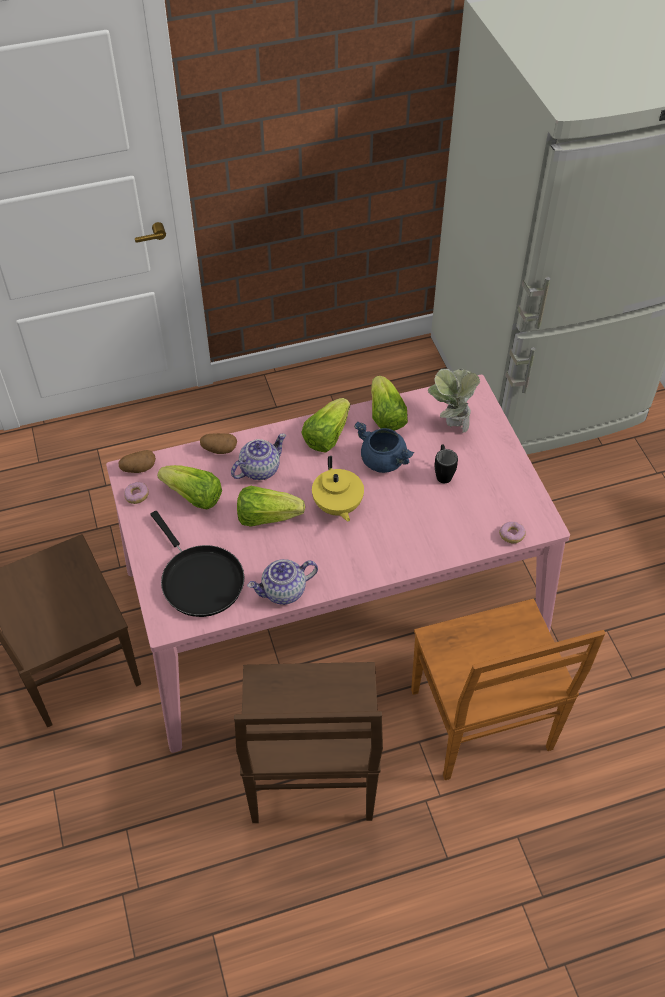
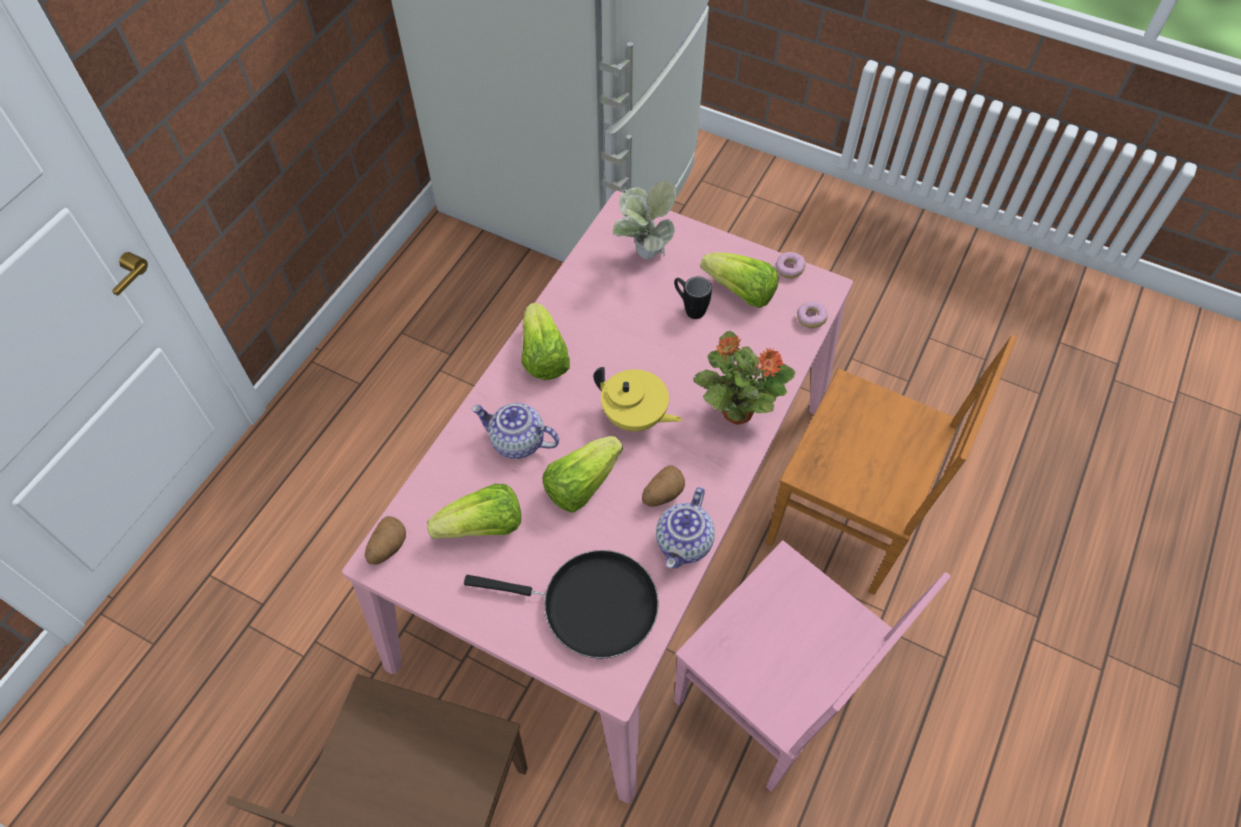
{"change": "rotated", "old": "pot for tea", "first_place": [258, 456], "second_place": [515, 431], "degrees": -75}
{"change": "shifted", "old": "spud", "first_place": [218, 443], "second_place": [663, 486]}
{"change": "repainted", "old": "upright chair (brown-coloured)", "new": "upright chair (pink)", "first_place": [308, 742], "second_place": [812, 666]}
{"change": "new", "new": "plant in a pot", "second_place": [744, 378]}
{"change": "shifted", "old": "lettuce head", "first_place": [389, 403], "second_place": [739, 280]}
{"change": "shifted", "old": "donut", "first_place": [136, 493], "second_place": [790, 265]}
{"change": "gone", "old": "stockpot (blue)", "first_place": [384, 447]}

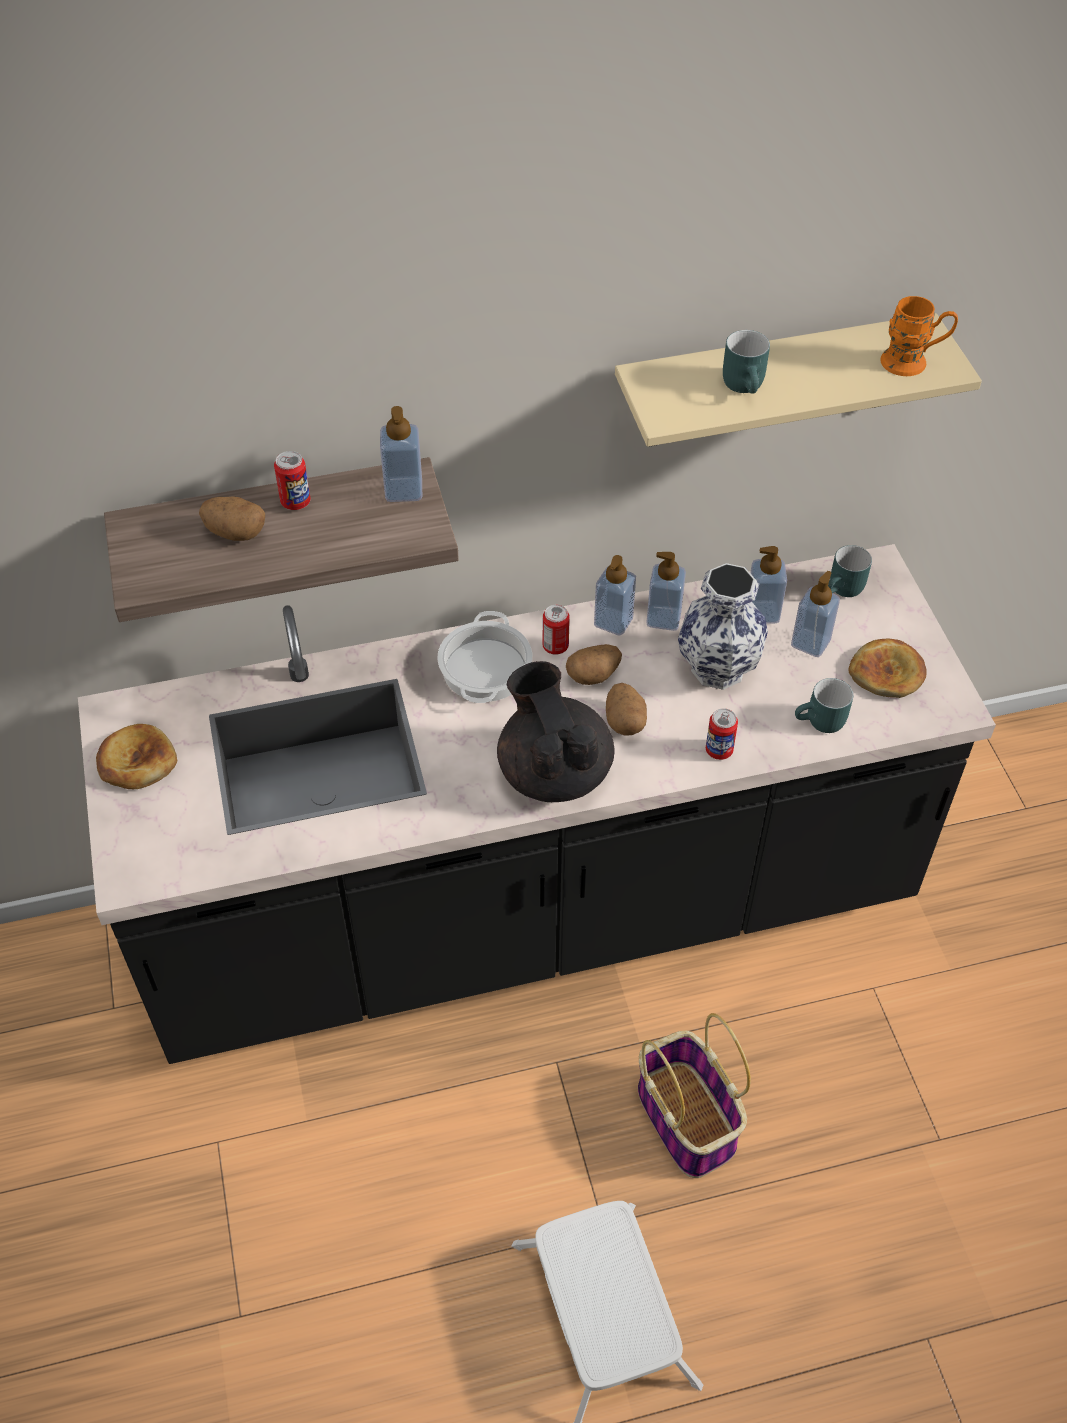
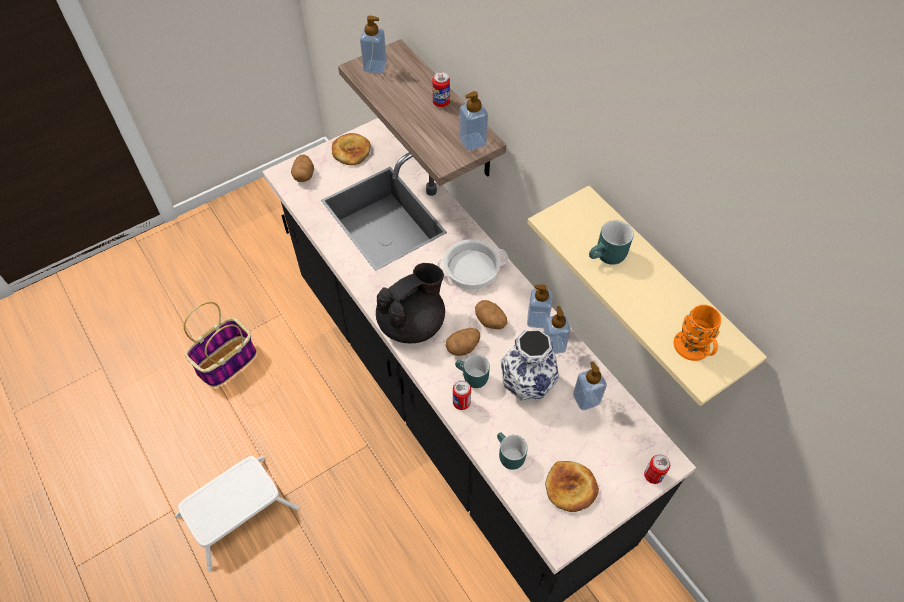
{"change": "shifted", "old": "storage basket", "first_place": [694, 1095], "second_place": [220, 344]}
{"change": "shifted", "old": "spud", "first_place": [232, 519], "second_place": [302, 168]}
{"change": "shifted", "old": "soap bottle", "first_place": [815, 614], "second_place": [373, 45]}
{"change": "shifted", "old": "coffee mug (blue-green)", "first_place": [850, 571], "second_place": [472, 371]}
{"change": "shifted", "old": "can", "first_place": [556, 630], "second_place": [657, 469]}

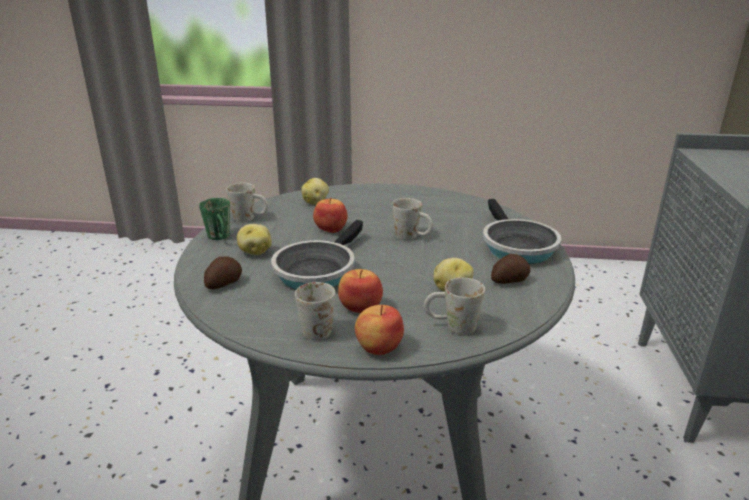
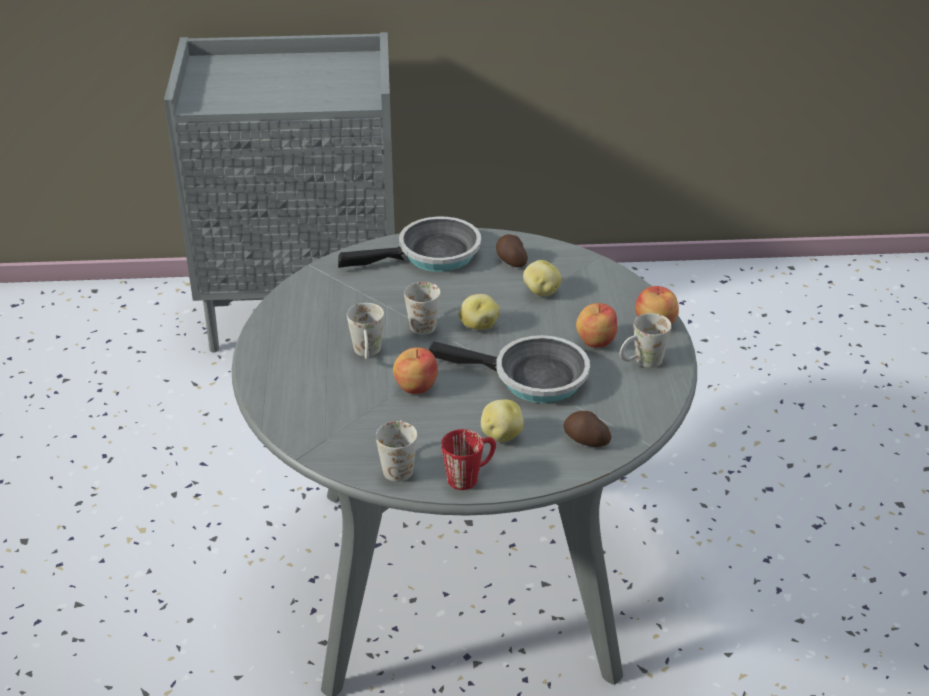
{"change": "shifted", "old": "coffee mug (whitish)", "first_place": [454, 306], "second_place": [365, 331]}
{"change": "repainted", "old": "coffee mug (greenish)", "new": "coffee mug (red)", "first_place": [214, 219], "second_place": [468, 459]}
{"change": "shifted", "old": "spud", "first_place": [315, 191], "second_place": [479, 312]}

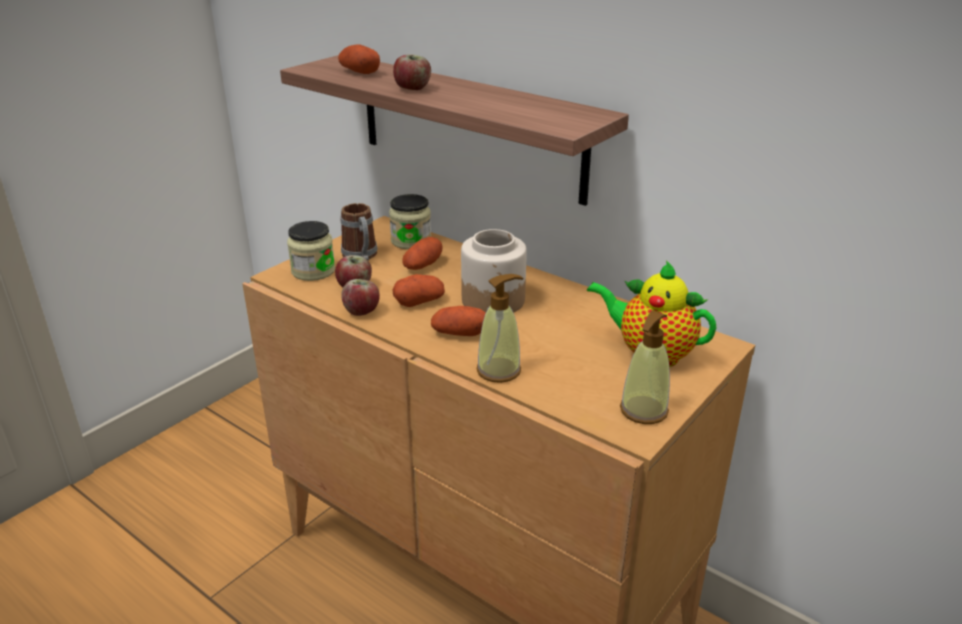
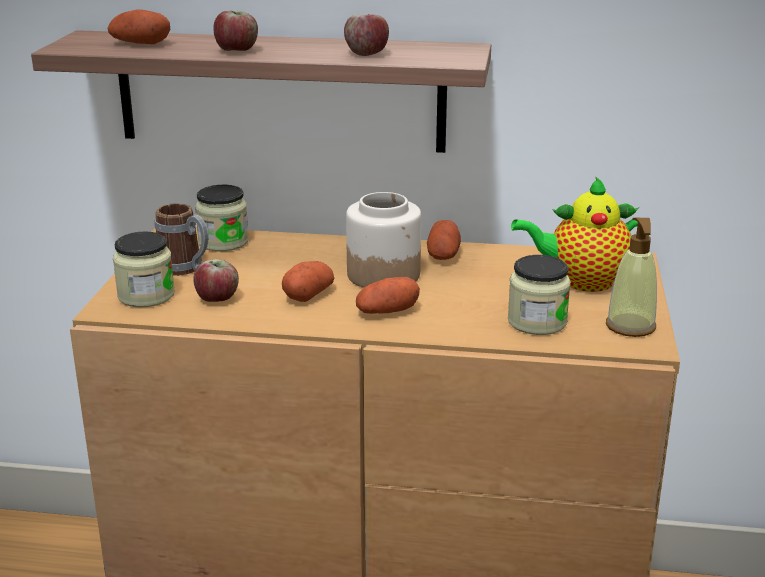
{"change": "shifted", "old": "whole apple", "first_place": [360, 297], "second_place": [366, 35]}
{"change": "shifted", "old": "spud", "first_place": [422, 253], "second_place": [444, 240]}
{"change": "new", "new": "preserve jar", "second_place": [539, 295]}
{"change": "gone", "old": "soap bottle", "first_place": [500, 328]}

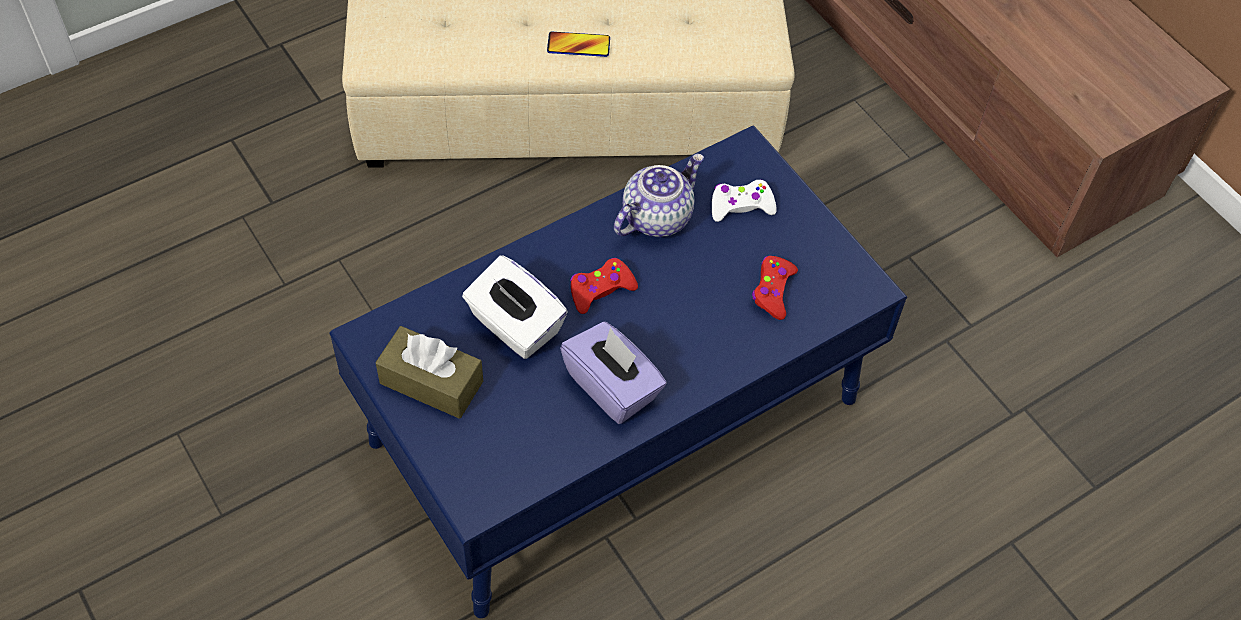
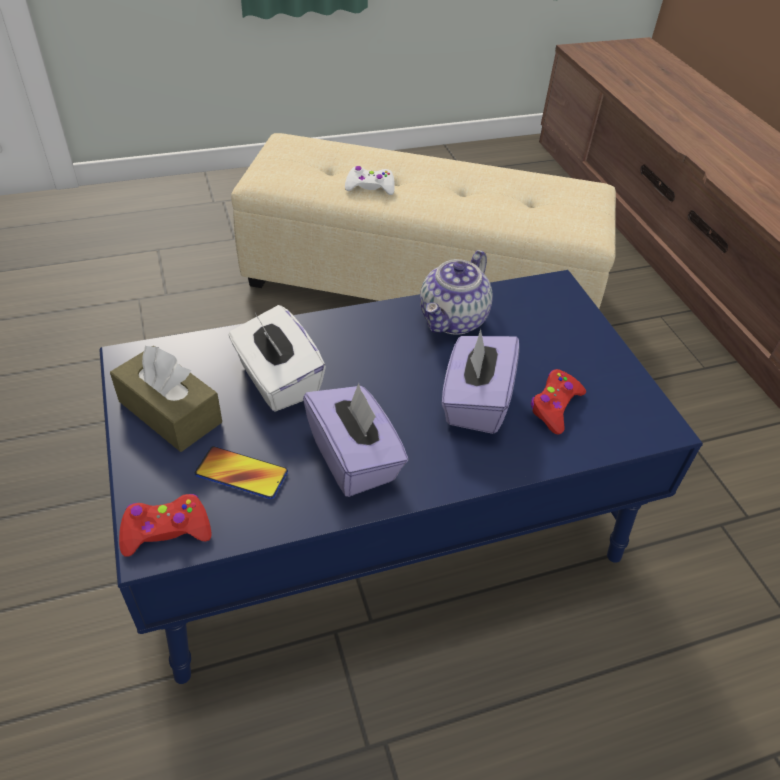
{"change": "shifted", "old": "game controller (red)", "first_place": [604, 286], "second_place": [165, 525]}
{"change": "shifted", "old": "telephone", "first_place": [578, 44], "second_place": [241, 472]}
{"change": "shifted", "old": "game controller (whitish)", "first_place": [744, 201], "second_place": [370, 180]}
{"change": "rotated", "old": "pot for tea", "first_place": [659, 195], "second_place": [456, 292], "degrees": 150}
{"change": "new", "new": "box of tissues (purple-coloured)", "second_place": [480, 381]}

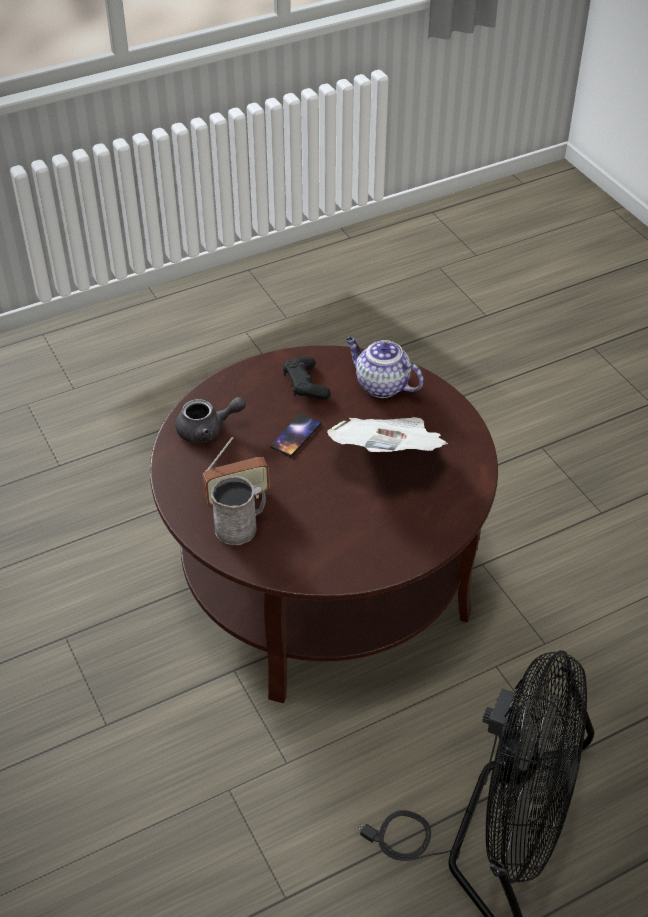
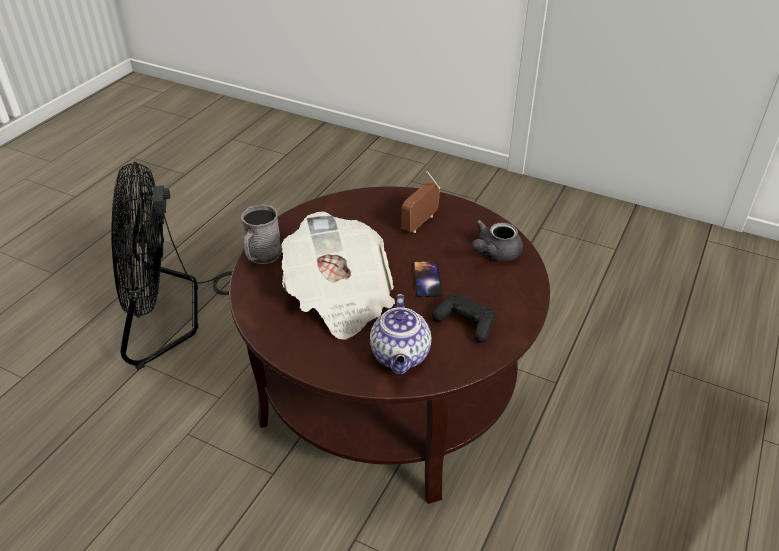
{"change": "shifted", "old": "coffee mug (gray)", "first_place": [238, 510], "second_place": [261, 234]}
{"change": "rotated", "old": "pot for tea", "first_place": [384, 367], "second_place": [401, 334], "degrees": 90}

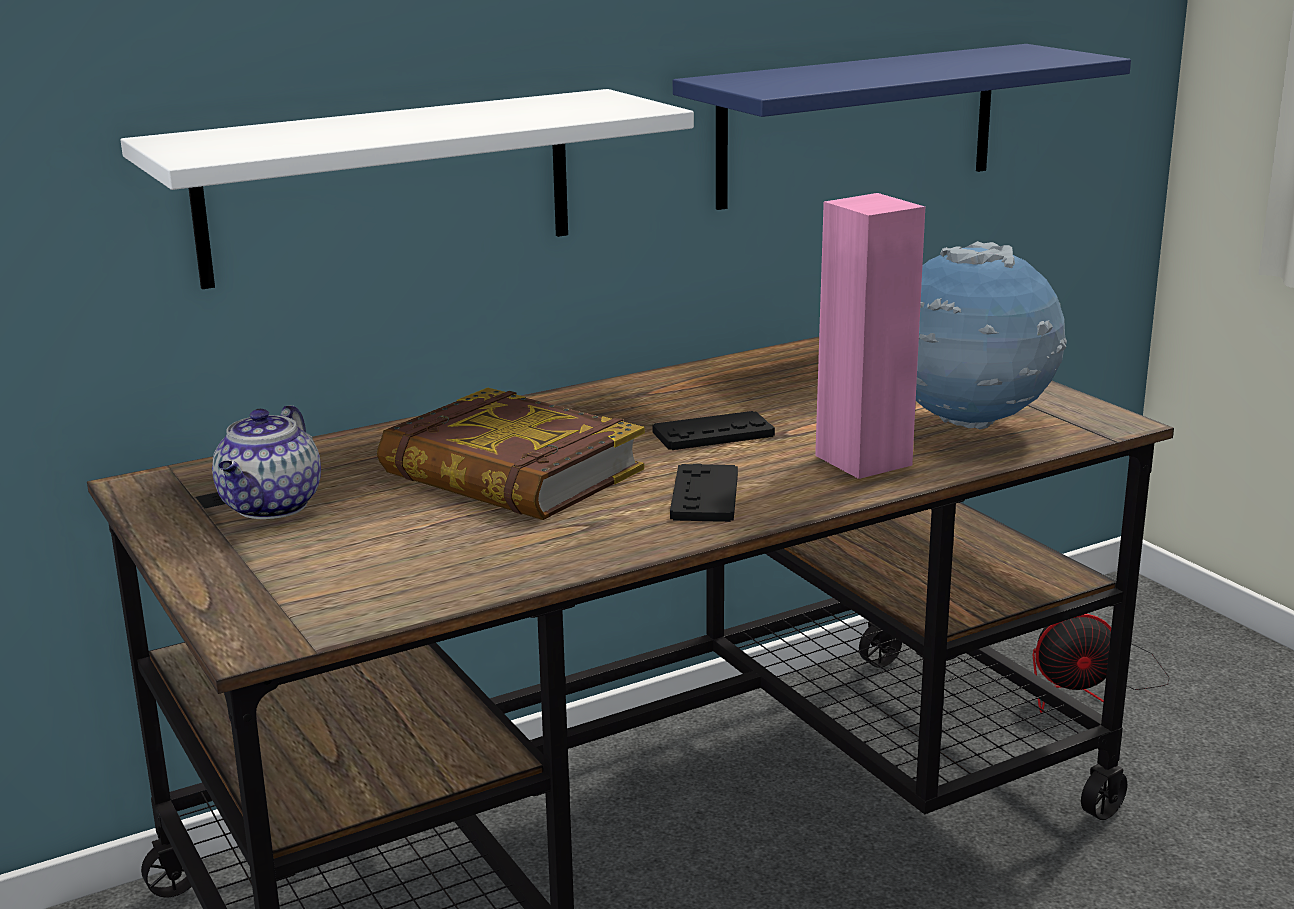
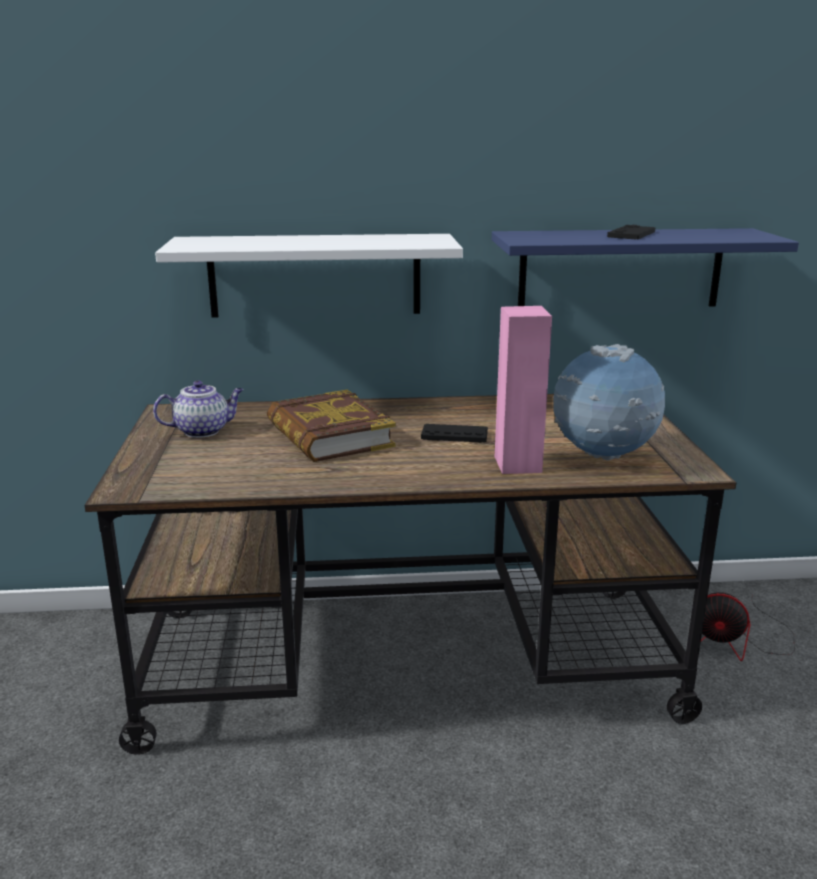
{"change": "rotated", "old": "pot for tea", "first_place": [266, 462], "second_place": [198, 409], "degrees": -150}
{"change": "shifted", "old": "game controller (blackish)", "first_place": [704, 493], "second_place": [631, 232]}

